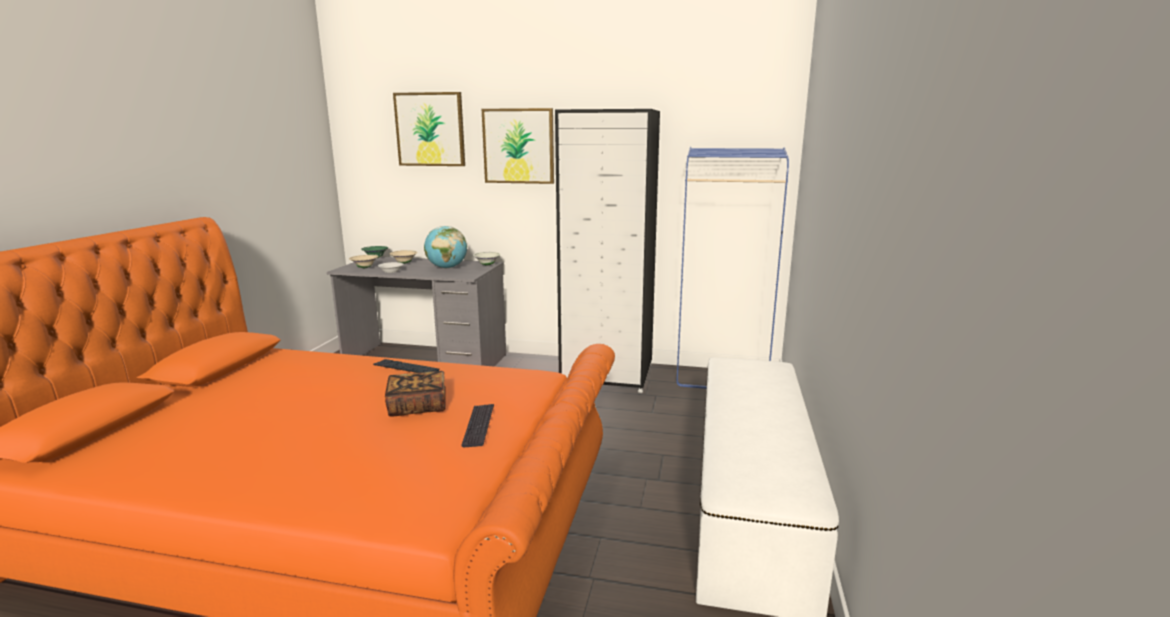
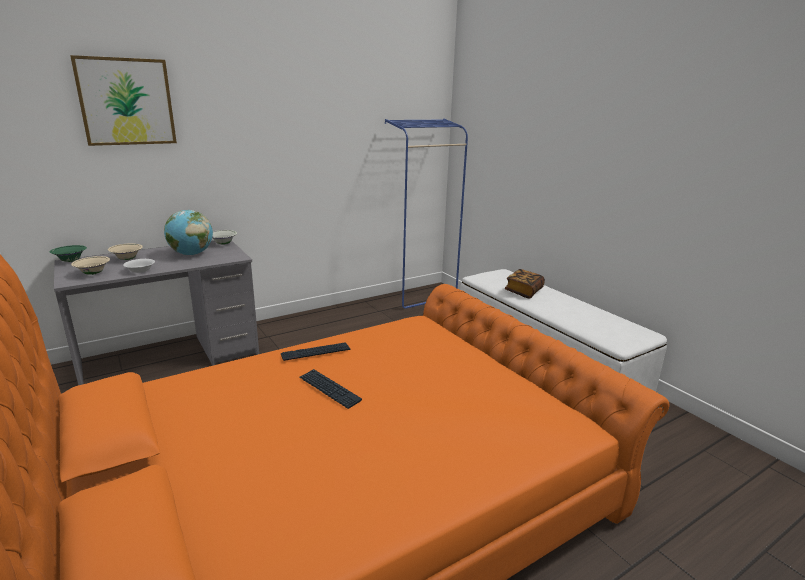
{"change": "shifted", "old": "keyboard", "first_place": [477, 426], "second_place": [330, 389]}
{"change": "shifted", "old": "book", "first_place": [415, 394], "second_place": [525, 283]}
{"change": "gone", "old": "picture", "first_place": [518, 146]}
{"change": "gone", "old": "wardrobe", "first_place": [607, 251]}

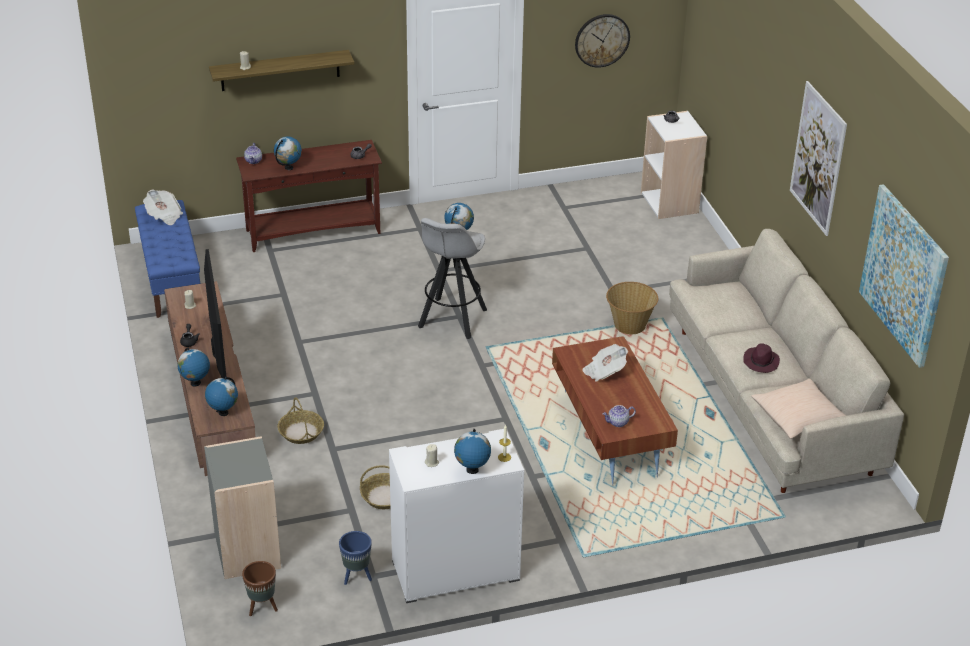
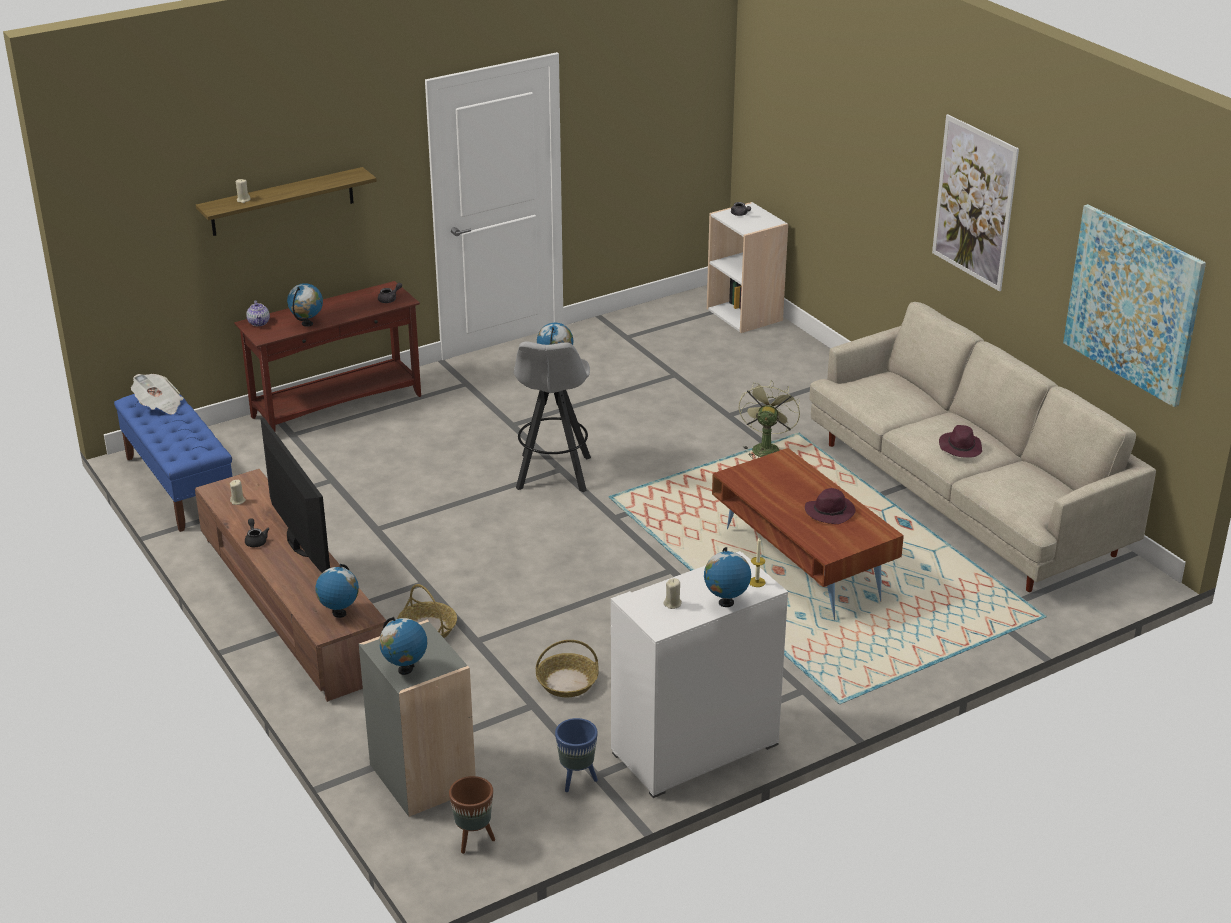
{"change": "shifted", "old": "desk globe", "first_place": [193, 366], "second_place": [403, 646]}
{"change": "swapped", "old": "storage basket", "new": "electric fan (greenish)", "first_place": [632, 308], "second_place": [769, 420]}
{"change": "new", "new": "clothing hat (purple-coloured)", "second_place": [830, 506]}
{"change": "gone", "old": "hanging clock", "first_place": [602, 41]}
{"change": "gone", "old": "printed paper", "first_place": [605, 363]}
{"change": "gone", "old": "pot for tea", "first_place": [619, 416]}
{"change": "gone", "old": "pillow (beige-coloured)", "first_place": [798, 409]}

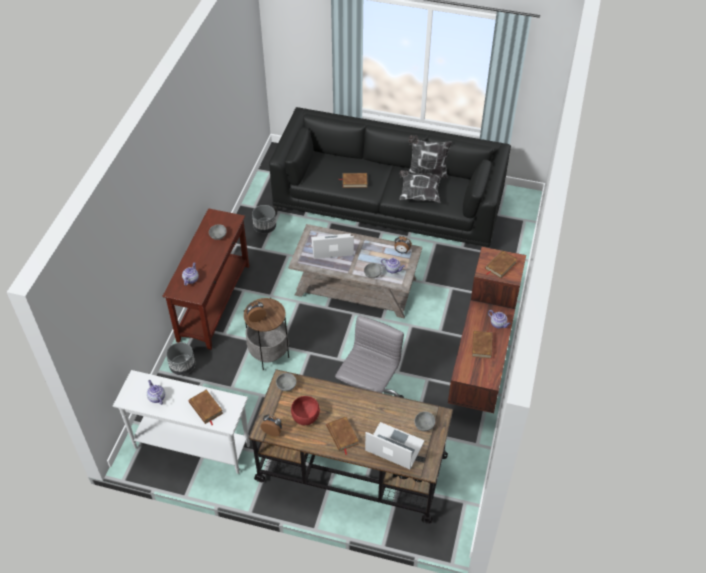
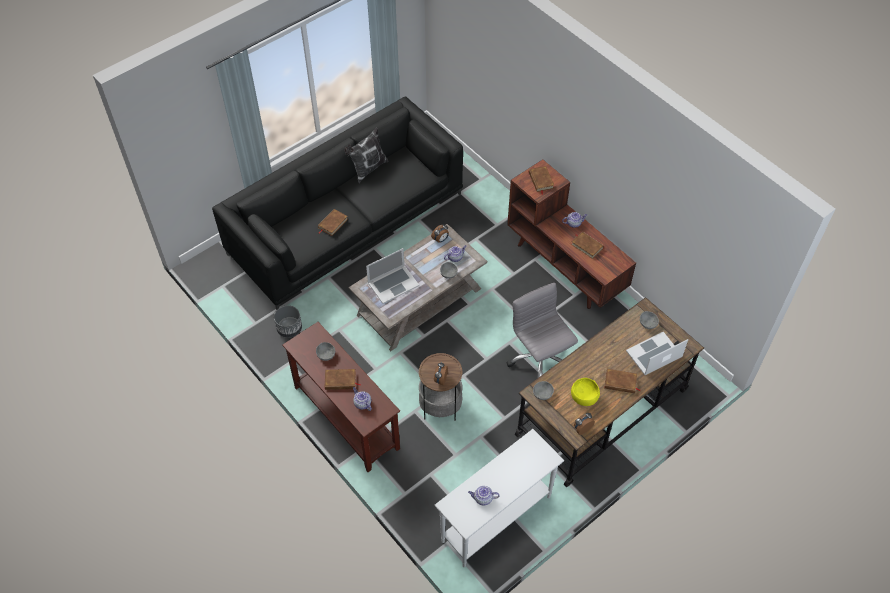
{"change": "shifted", "old": "book (brown-coloured)", "first_place": [206, 407], "second_place": [343, 379]}
{"change": "rotated", "old": "notebook computer", "first_place": [332, 246], "second_place": [392, 276], "degrees": -150}
{"change": "repainted", "old": "bowl (red)", "new": "bowl (yellow-coloured)", "first_place": [305, 410], "second_place": [585, 392]}
{"change": "gone", "old": "planter (gray)", "first_place": [180, 358]}
{"change": "gone", "old": "pillow", "first_place": [420, 186]}

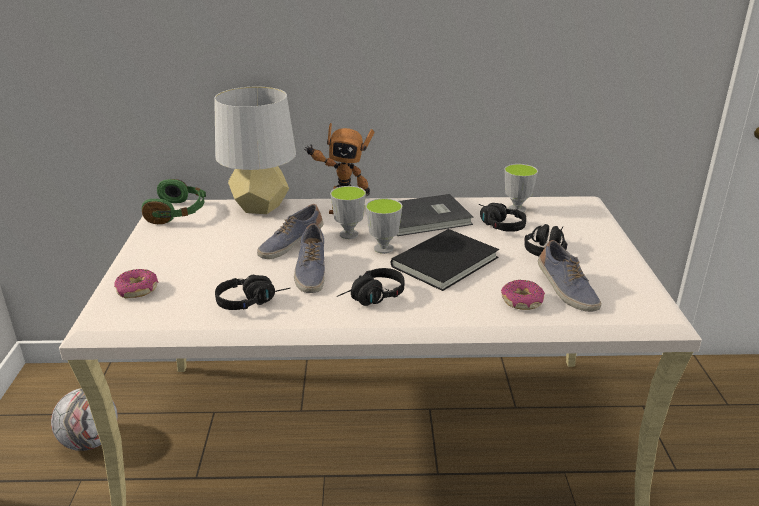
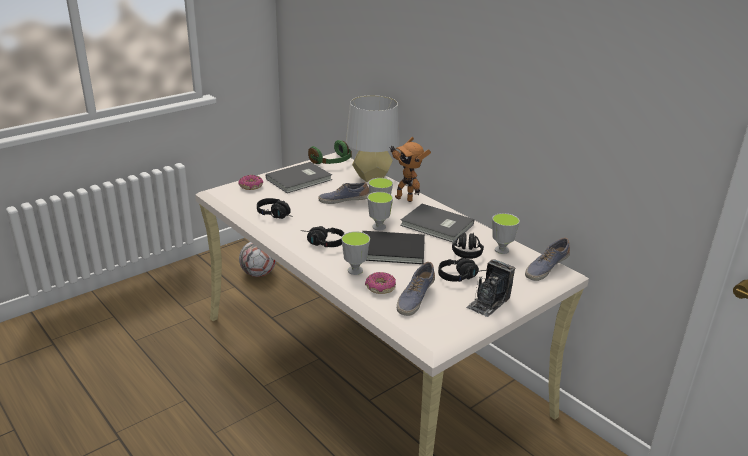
{"change": "new", "new": "book (gray)", "second_place": [299, 177]}
{"change": "new", "new": "small cup", "second_place": [355, 253]}
{"change": "new", "new": "photo camera", "second_place": [490, 288]}
{"change": "shifted", "old": "item of footwear", "first_place": [309, 258], "second_place": [547, 259]}

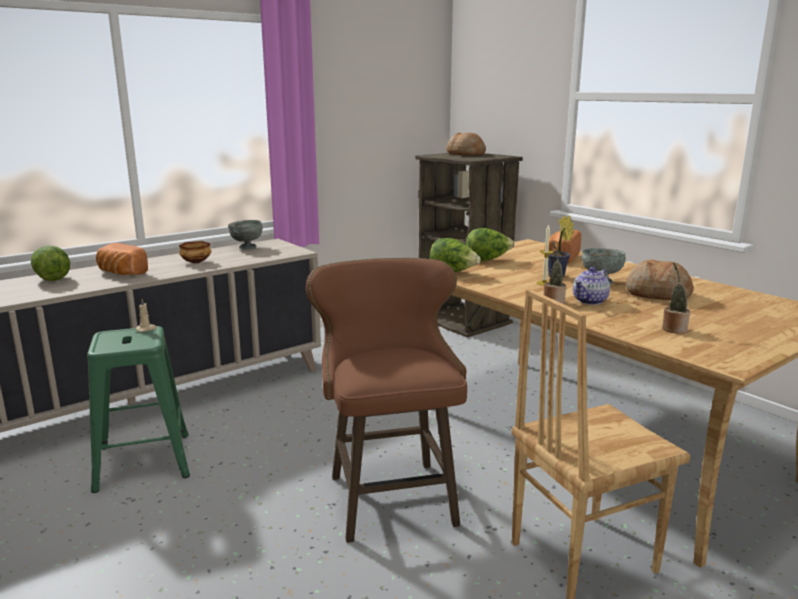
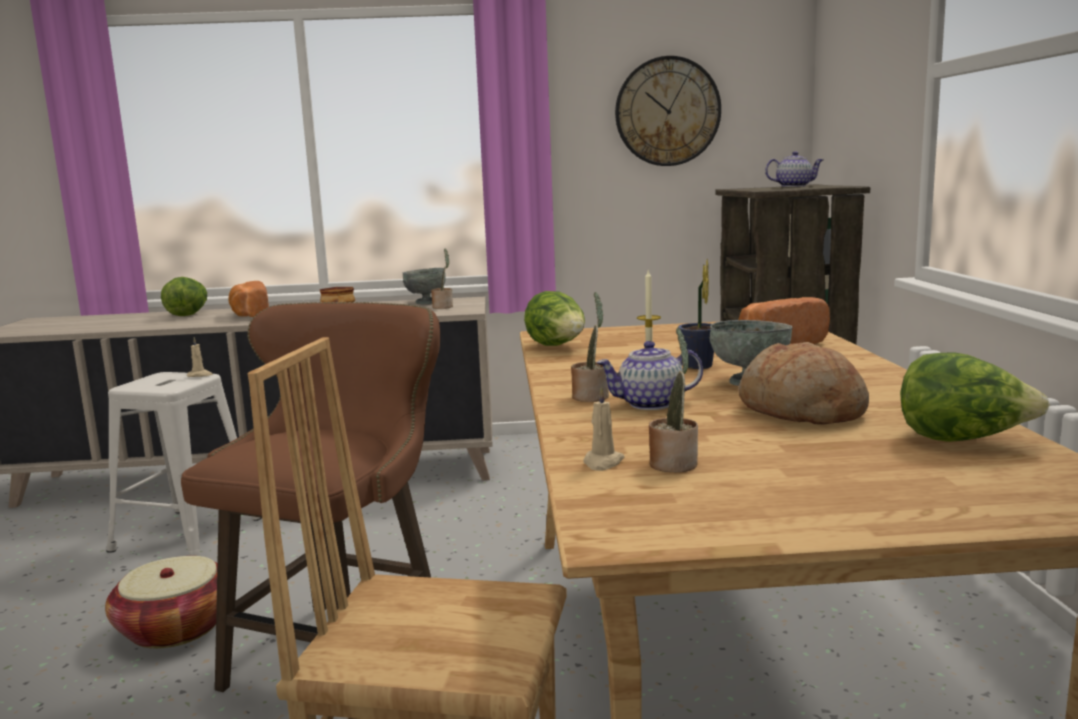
{"change": "new", "new": "storage basket", "second_place": [161, 602]}
{"change": "repainted", "old": "sitting stool (greenish)", "new": "sitting stool (whitish)", "first_place": [138, 409], "second_place": [184, 464]}
{"change": "new", "new": "plant in a pot", "second_place": [442, 279]}
{"change": "new", "new": "wax candle (beige-coloured)", "second_place": [604, 428]}
{"change": "new", "new": "hanging clock", "second_place": [668, 111]}
{"change": "swapped", "old": "baked bread", "new": "pot for tea", "first_place": [466, 144], "second_place": [794, 169]}
{"change": "shifted", "old": "lettuce head", "first_place": [490, 244], "second_place": [975, 397]}

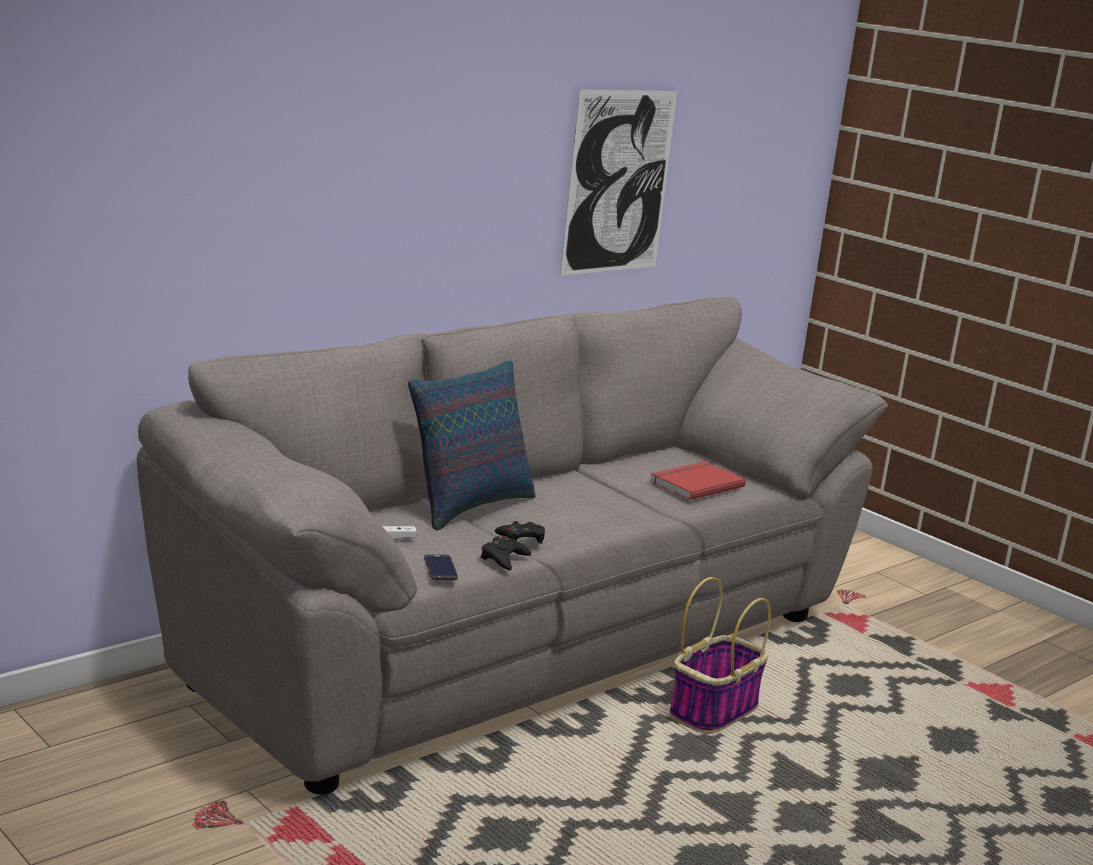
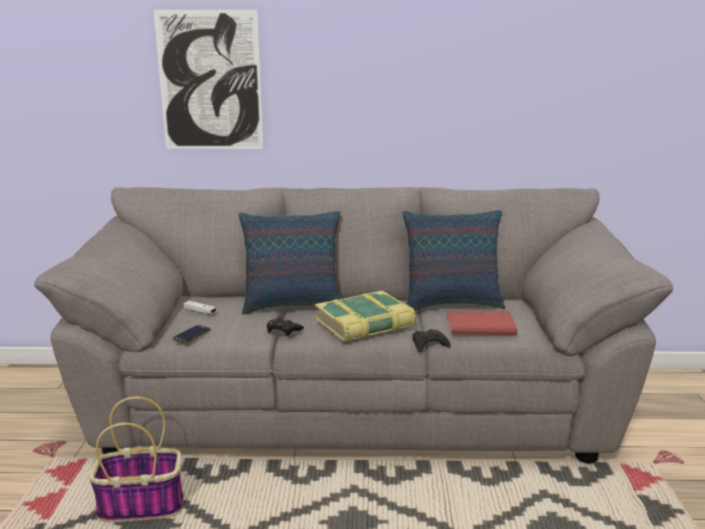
{"change": "shifted", "old": "storage basket", "first_place": [720, 655], "second_place": [136, 459]}
{"change": "shifted", "old": "picture", "first_place": [618, 182], "second_place": [208, 79]}
{"change": "new", "new": "book", "second_place": [365, 316]}
{"change": "new", "new": "pillow (blue)", "second_place": [454, 260]}
{"change": "shifted", "old": "game controller (blackish)", "first_place": [506, 553], "second_place": [431, 341]}

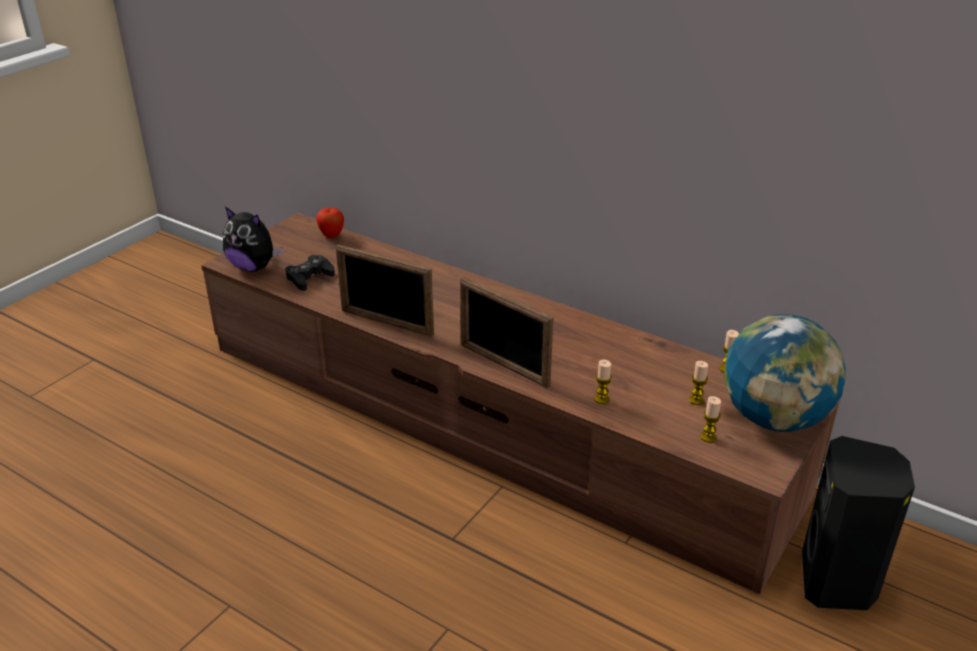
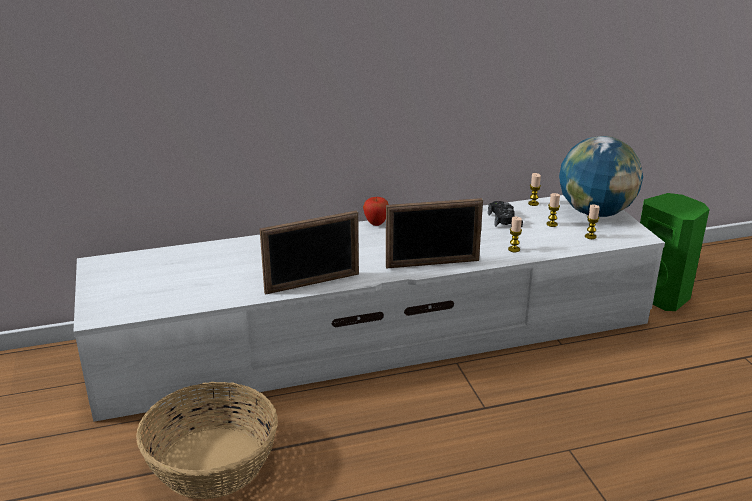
{"change": "repainted", "old": "media console (brown-coloured)", "new": "media console (whitish)", "first_place": [520, 403], "second_place": [369, 308]}
{"change": "new", "new": "storage basket", "second_place": [207, 440]}
{"change": "shifted", "old": "whole apple", "first_place": [330, 222], "second_place": [376, 211]}
{"change": "shifted", "old": "game controller (blackish)", "first_place": [310, 273], "second_place": [505, 214]}
{"change": "repainted", "old": "audio speaker (blackish)", "new": "audio speaker (greenish)", "first_place": [858, 523], "second_place": [675, 252]}
{"change": "gone", "old": "soft toy", "first_place": [253, 239]}

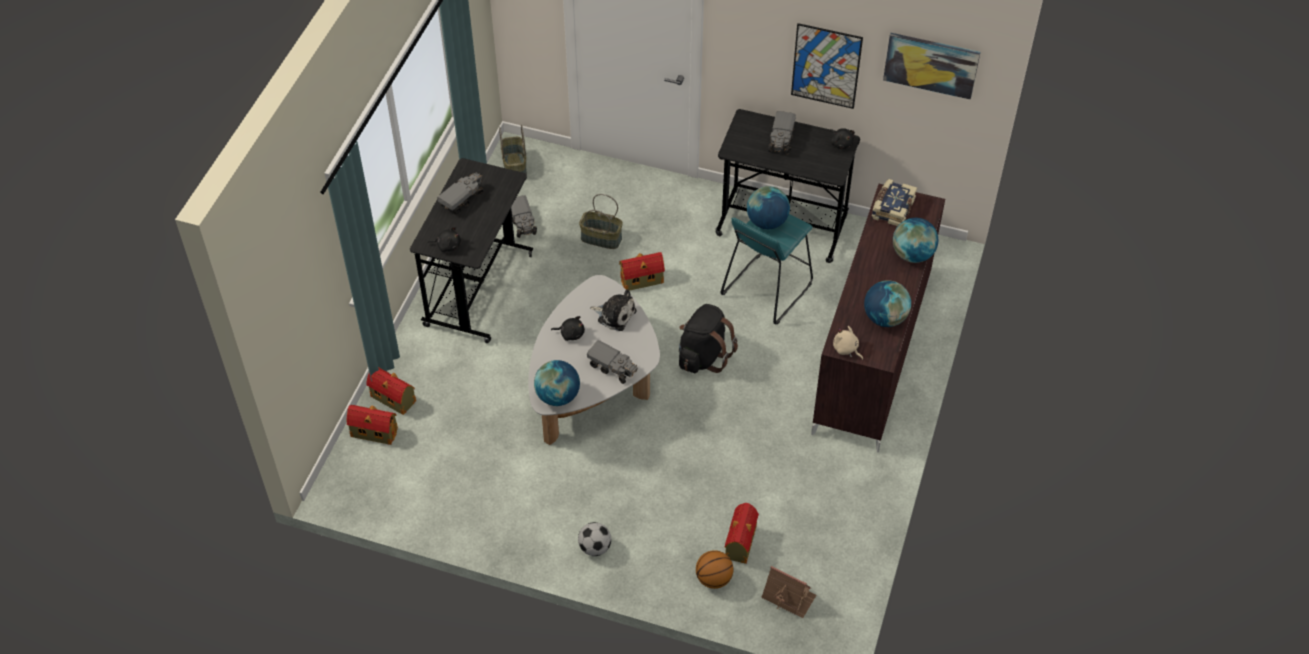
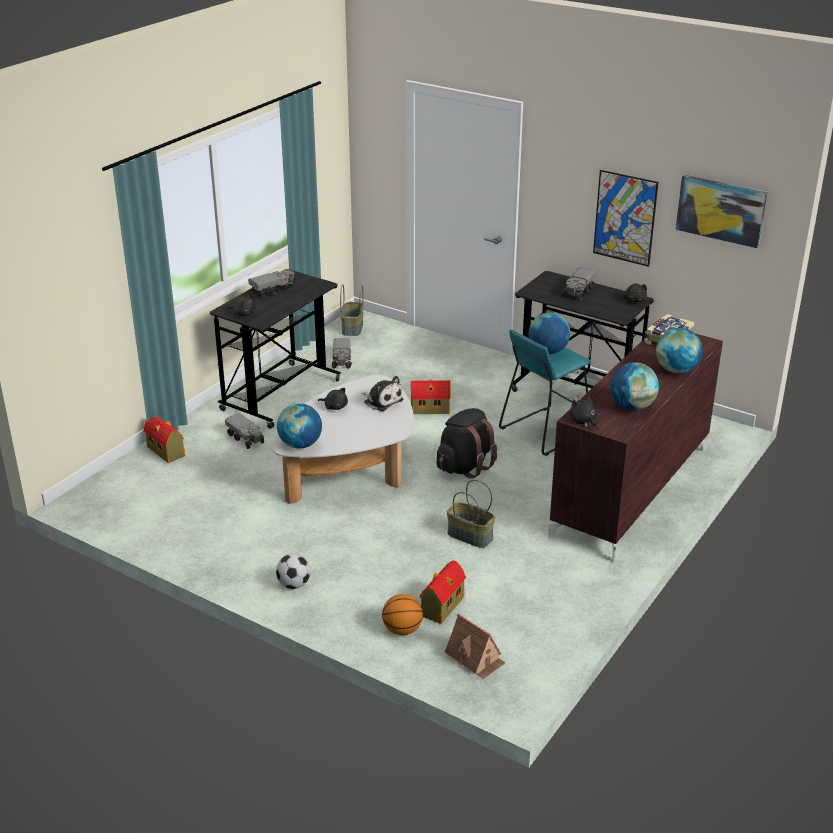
{"change": "shifted", "old": "model truck", "first_place": [612, 362], "second_place": [244, 431]}
{"change": "shifted", "old": "storage basket", "first_place": [601, 221], "second_place": [471, 513]}
{"change": "repainted", "old": "soft toy (beige-coloured)", "new": "soft toy (blackish)", "first_place": [848, 343], "second_place": [584, 412]}
{"change": "gone", "old": "toy house", "first_place": [372, 425]}

